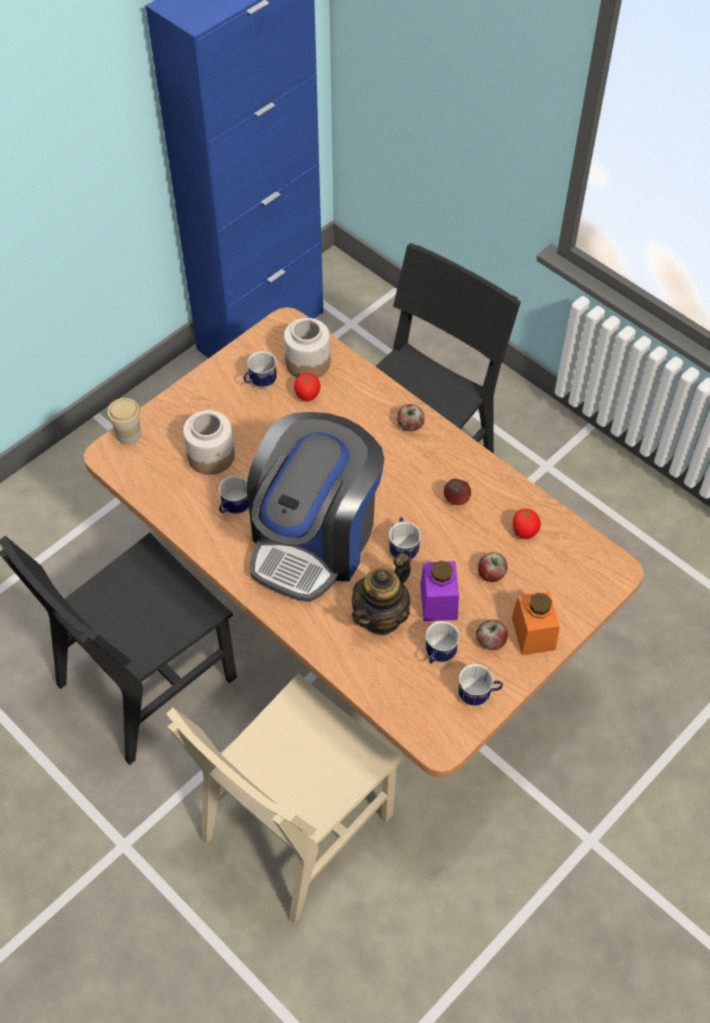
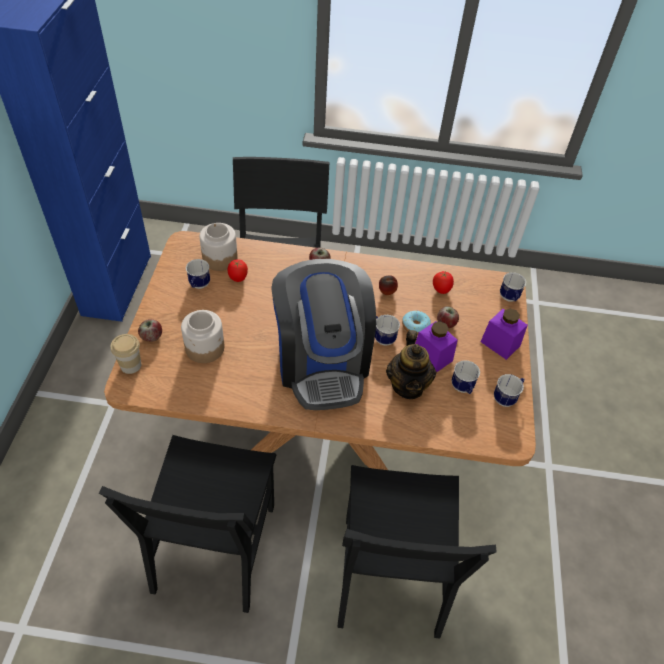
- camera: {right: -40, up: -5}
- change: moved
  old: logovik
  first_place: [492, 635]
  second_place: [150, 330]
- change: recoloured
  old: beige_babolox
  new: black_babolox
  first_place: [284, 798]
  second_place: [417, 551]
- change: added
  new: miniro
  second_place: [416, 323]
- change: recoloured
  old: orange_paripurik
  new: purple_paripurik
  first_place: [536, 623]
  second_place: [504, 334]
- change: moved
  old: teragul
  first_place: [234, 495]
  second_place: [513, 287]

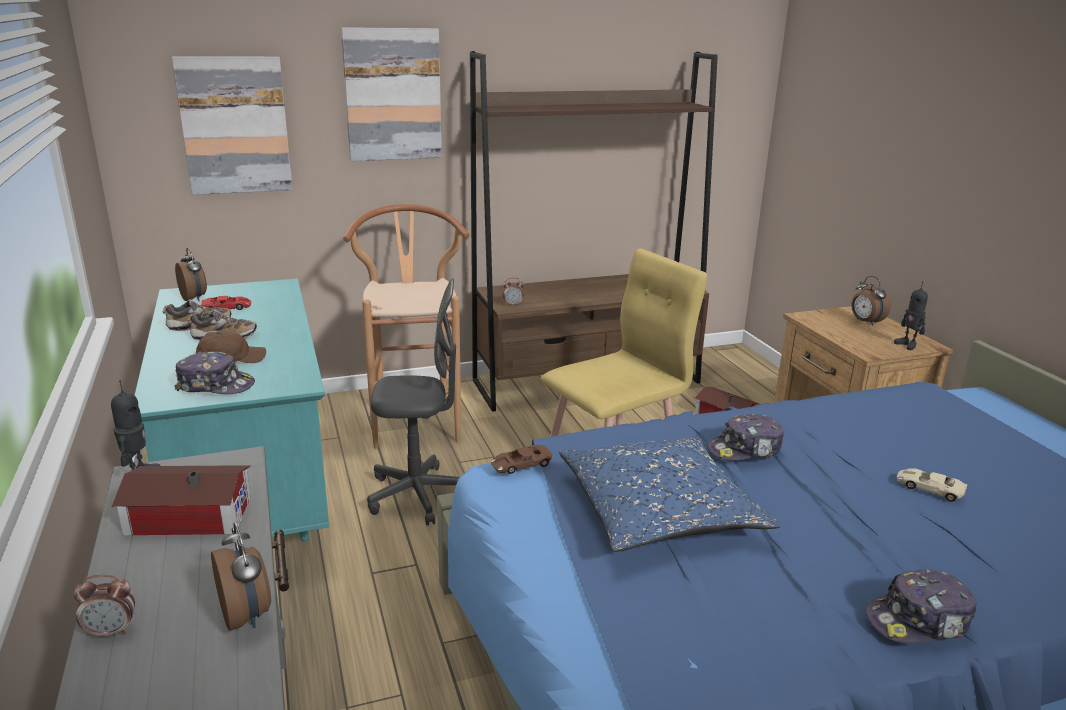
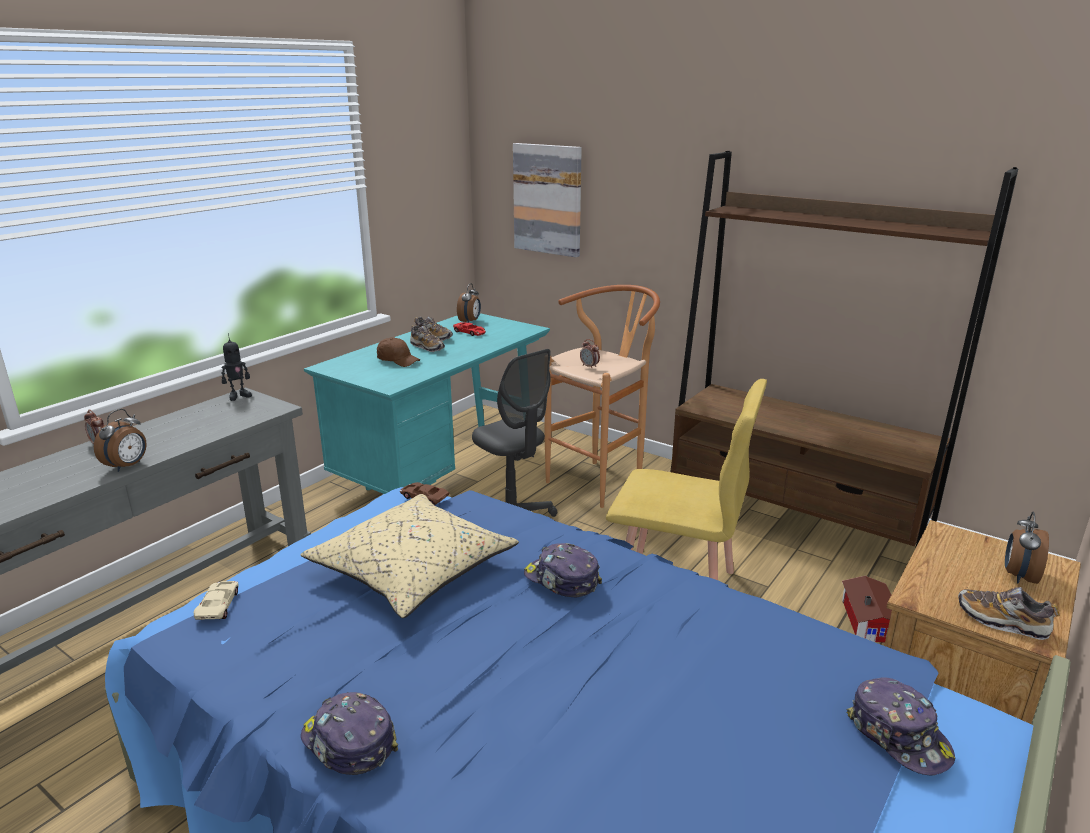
- camera: {right: 55, up: 0}
- change: moved
  old: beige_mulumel
  first_place: [932, 485]
  second_place: [216, 600]
- change: recoloured
  old: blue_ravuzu
  new: beige_ravuzu
  first_place: [670, 494]
  second_place: [409, 556]
- change: moved
  old: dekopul
  first_place: [513, 292]
  second_place: [590, 354]
- change: moved
  old: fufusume
  first_place: [214, 372]
  second_place: [900, 726]
- change: replaced
  old: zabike
  new: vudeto
  first_place: [911, 315]
  second_place: [1008, 613]
- change: removed
  old: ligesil
  first_place: [181, 500]
- change: removed
  old: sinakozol
  first_place: [391, 94]

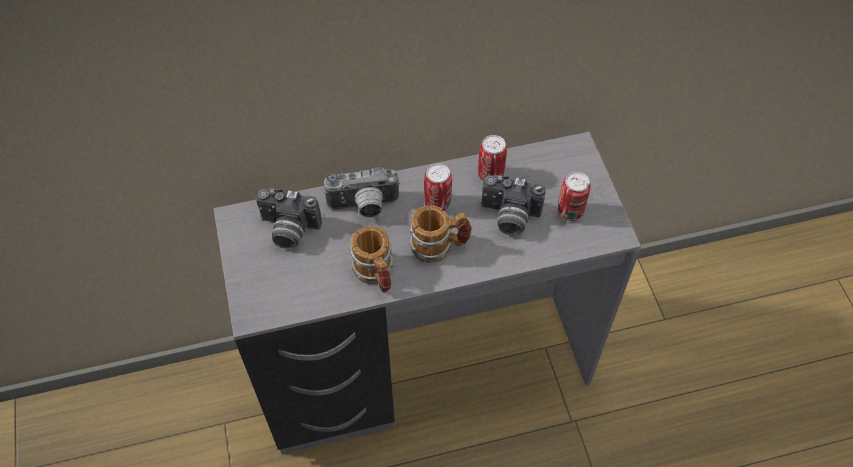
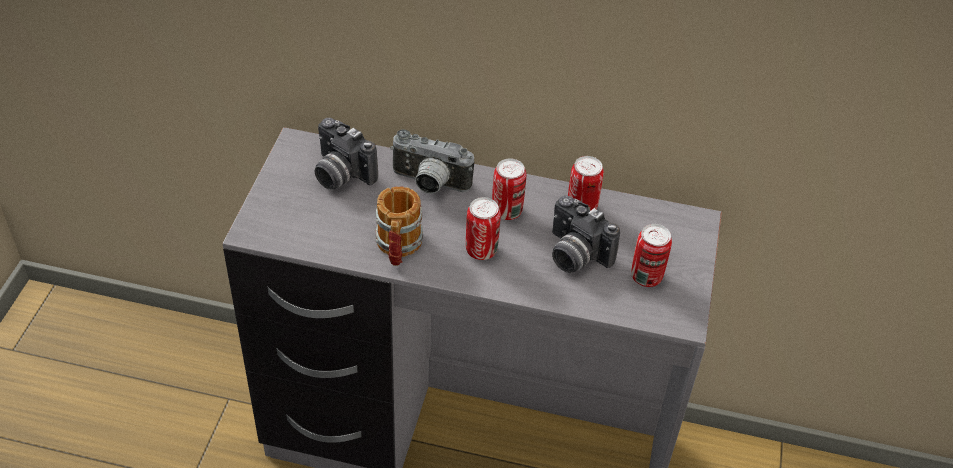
- camera: {right: 25, up: -10}
- change: replaced
  old: teragul
  new: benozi
  first_place: [440, 234]
  second_place: [483, 228]

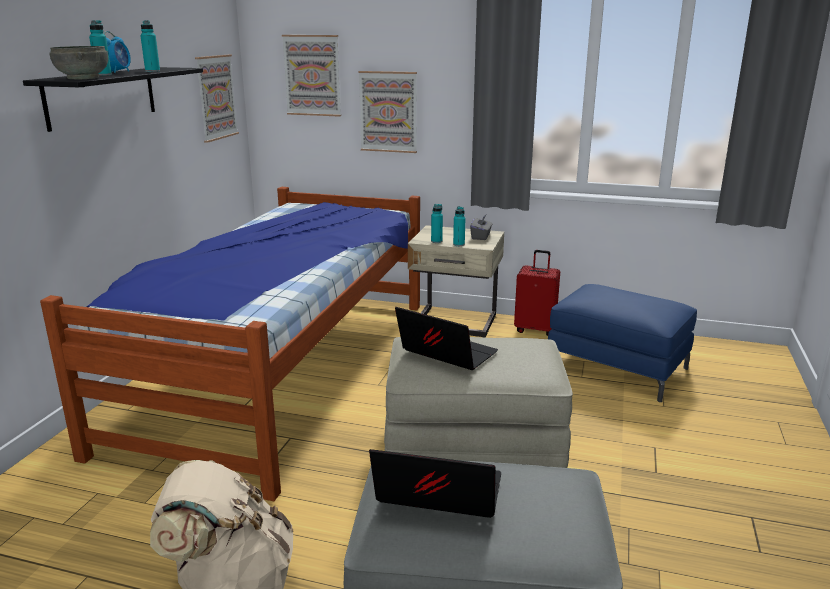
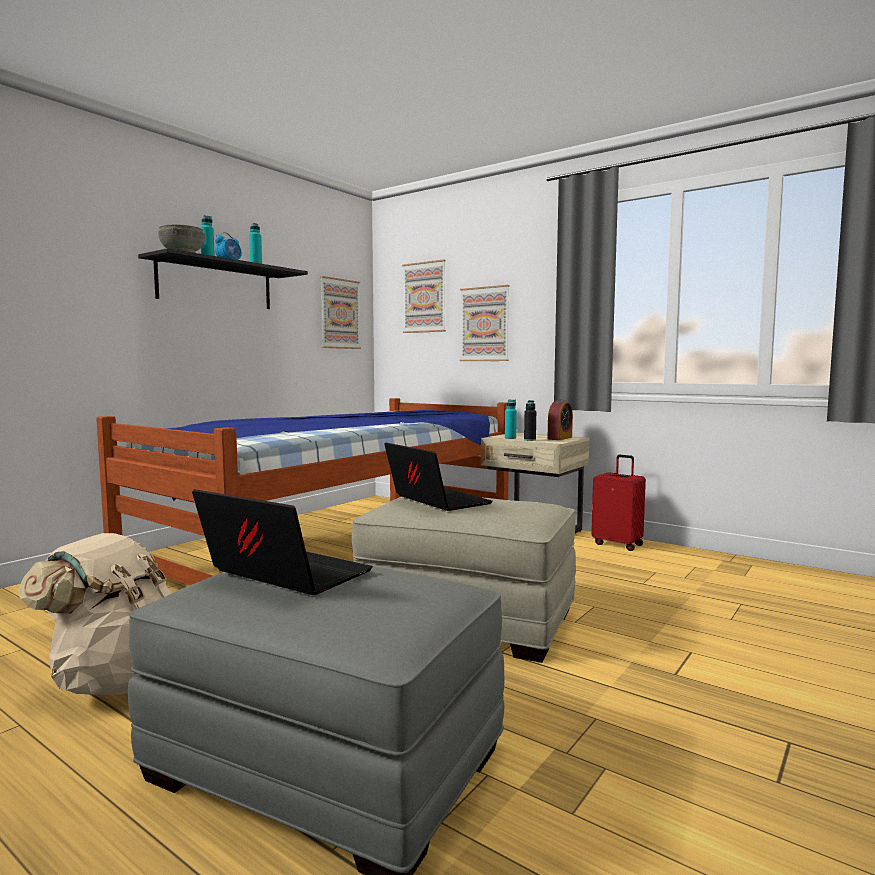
- camera: {right: 20, up: -15}
- change: recoloured
  old: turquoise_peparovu
  new: black_peparovu
  first_place: [459, 226]
  second_place: [530, 420]
- change: replaced
  old: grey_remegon
  new: dekopul
  first_place: [481, 227]
  second_place: [560, 419]
- change: removed
  old: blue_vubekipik
  first_place: [622, 343]

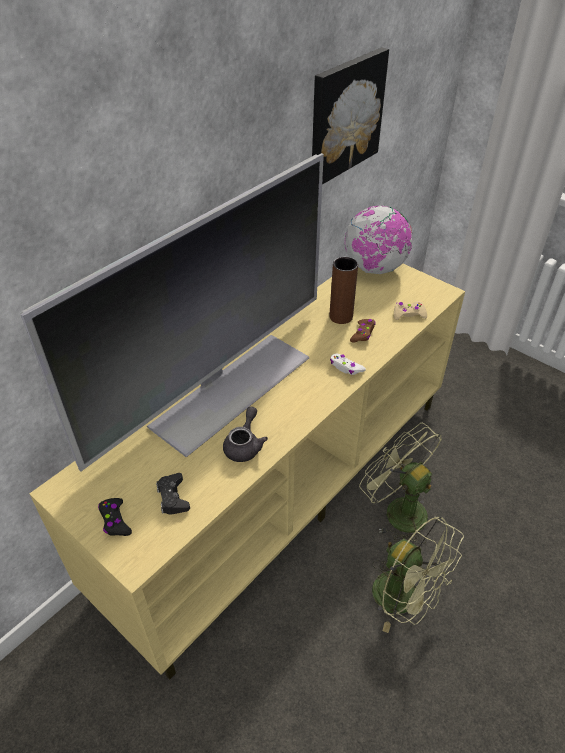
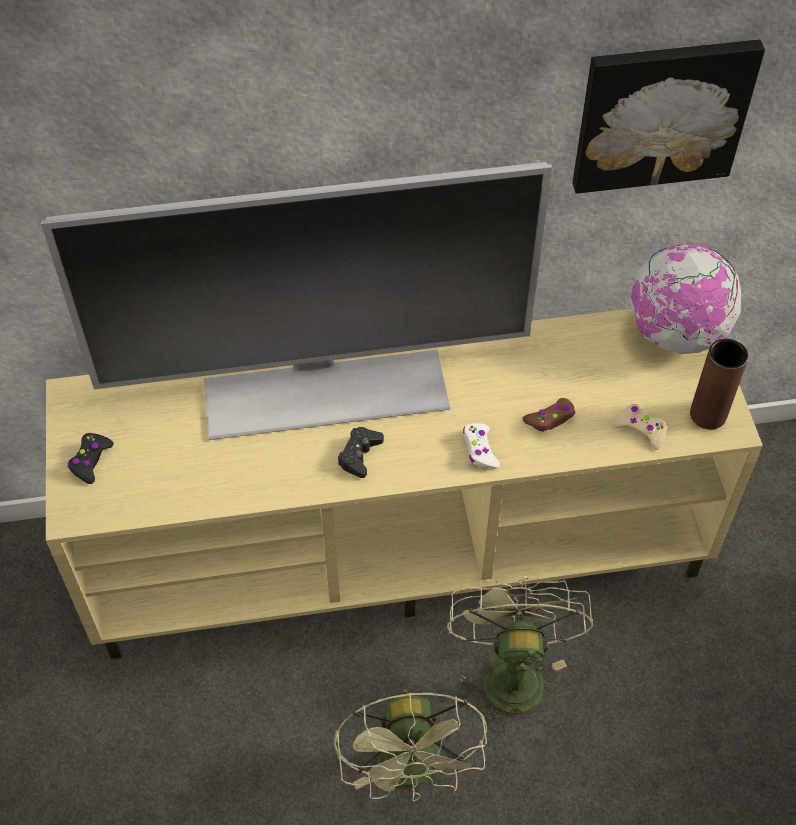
- camera: {right: 40, up: 10}
- change: moved
  old: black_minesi
  first_place: [173, 494]
  second_place: [361, 452]
- change: moved
  old: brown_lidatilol
  first_place: [344, 290]
  second_place: [719, 384]
- change: removed
  old: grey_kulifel
  first_place: [245, 434]

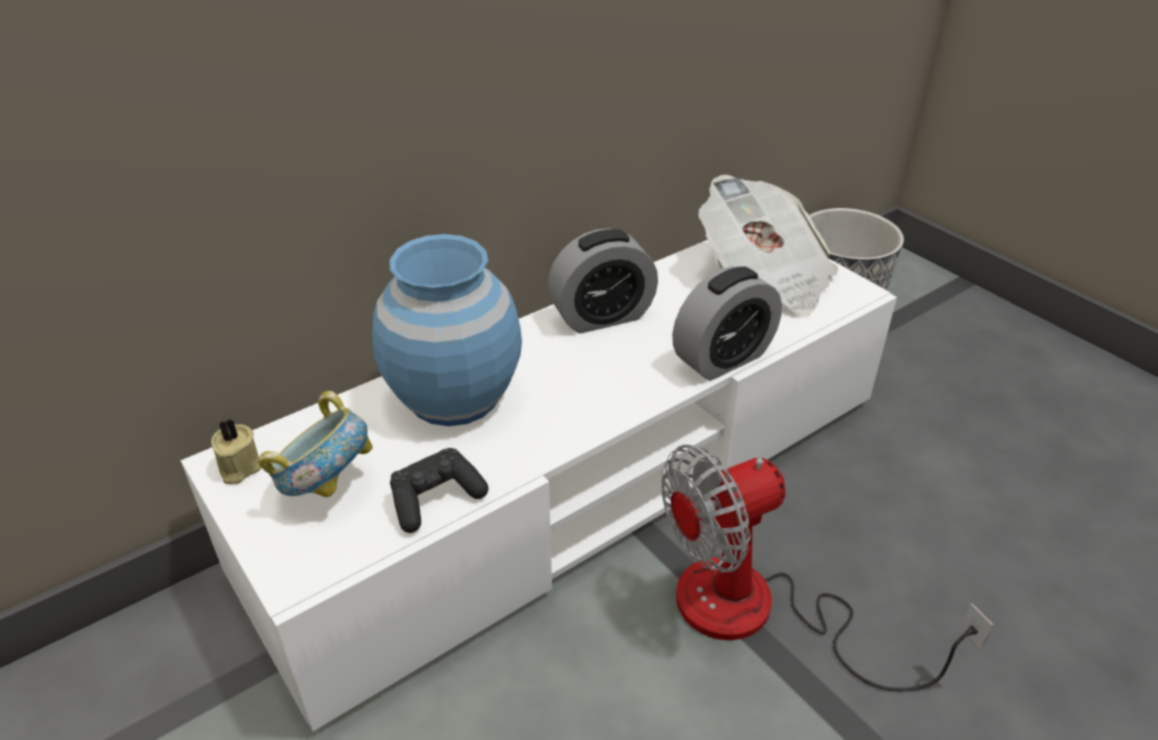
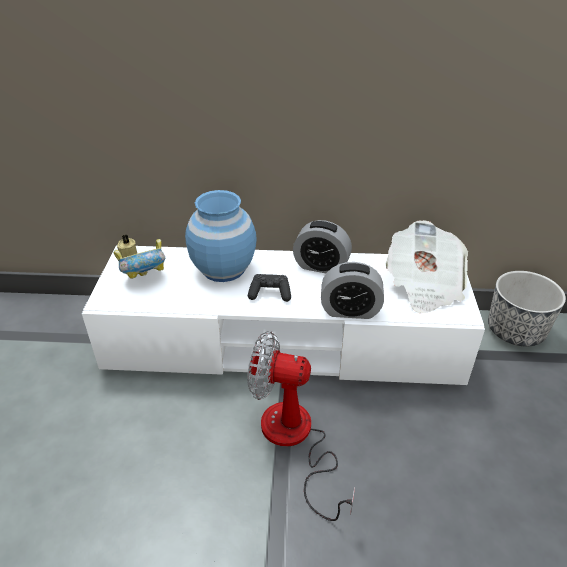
- camera: {right: 40, up: 0}
- change: moved
  old: black_minesi
  first_place: [439, 490]
  second_place: [269, 288]

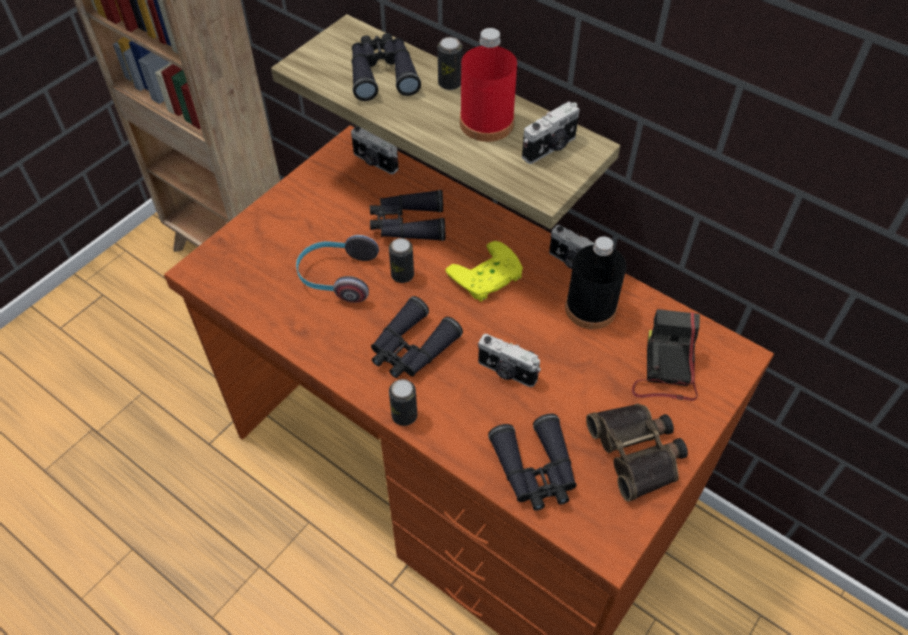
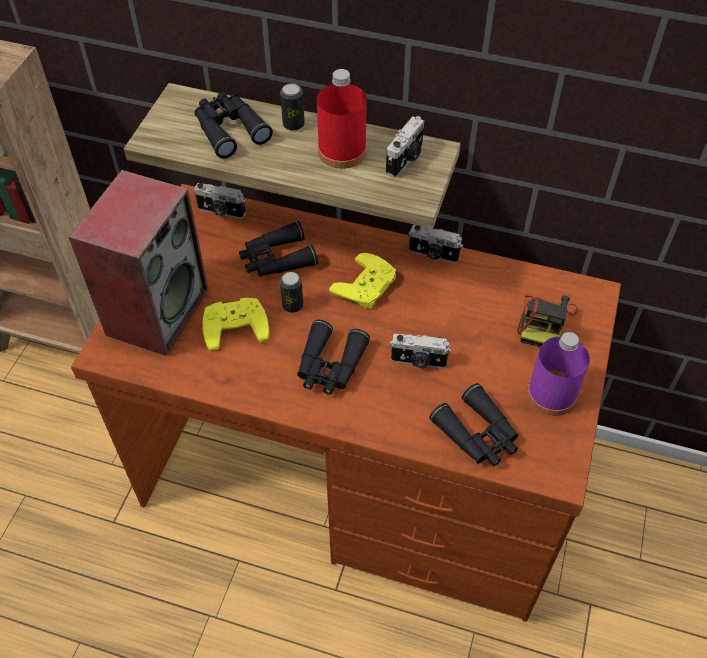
- camera: {right: -20, up: 0}
- change: added
  new: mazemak
  second_place: [139, 263]
- change: replaced
  old: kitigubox
  new: yellow_minesi
  first_place: [337, 269]
  second_place: [235, 324]
- change: turned
  old: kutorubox
  first_place: [666, 355]
  second_place: [547, 321]
  degrees: -150
- change: replaced
  old: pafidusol
  new: purple_peparovu
  first_place: [637, 452]
  second_place: [558, 374]
- change: removed
  old: benozi
  first_place: [403, 402]
- change: removed
  old: black_peparovu
  first_place: [595, 282]

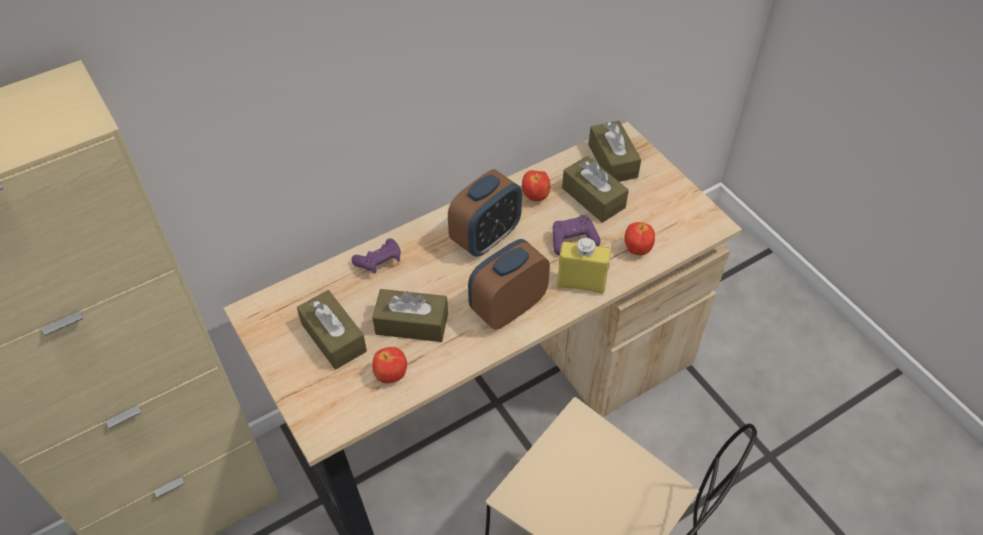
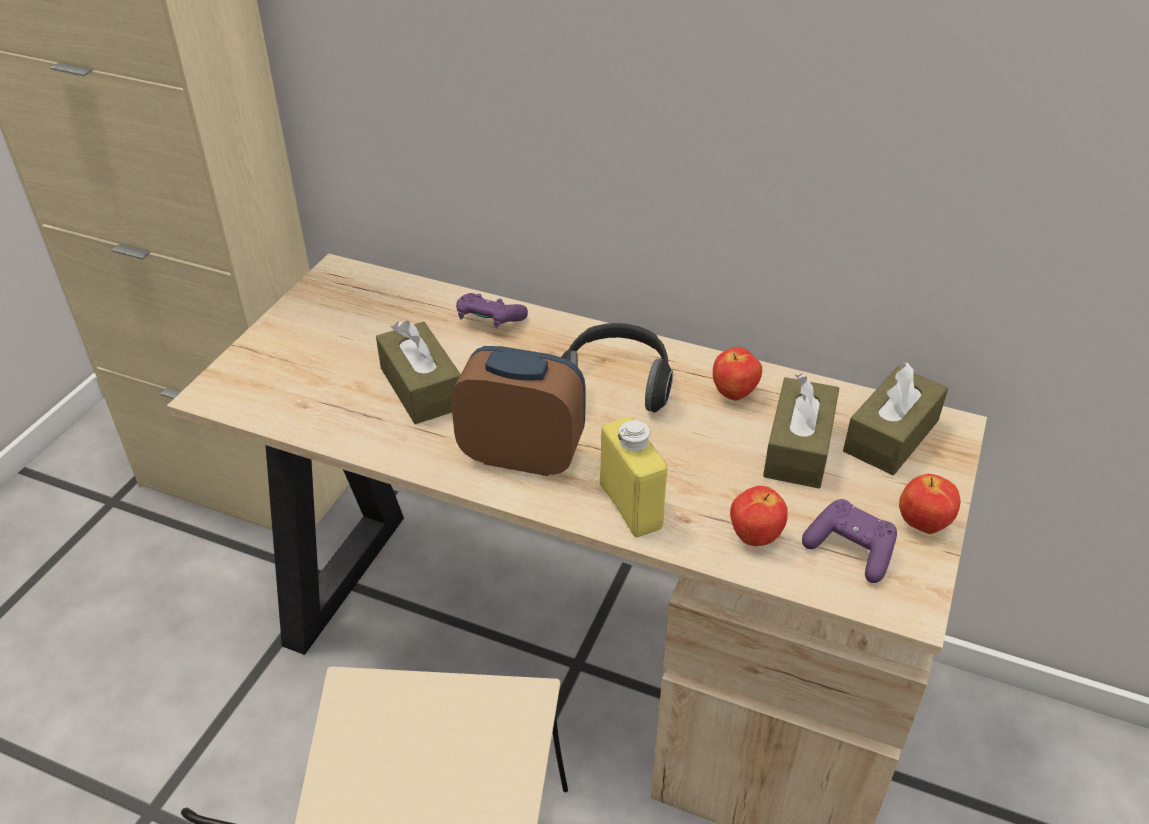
- camera: {right: 55, up: -10}
- change: replaced
  old: dekopul
  new: kitigubox
  first_place: [485, 213]
  second_place: [617, 368]
- change: moved
  old: purple_minesi
  first_place: [577, 235]
  second_place: [849, 541]
- change: moved
  old: logovik
  first_place: [389, 365]
  second_place: [930, 504]
- change: removed
  old: brown_remegon
  first_place: [332, 330]

